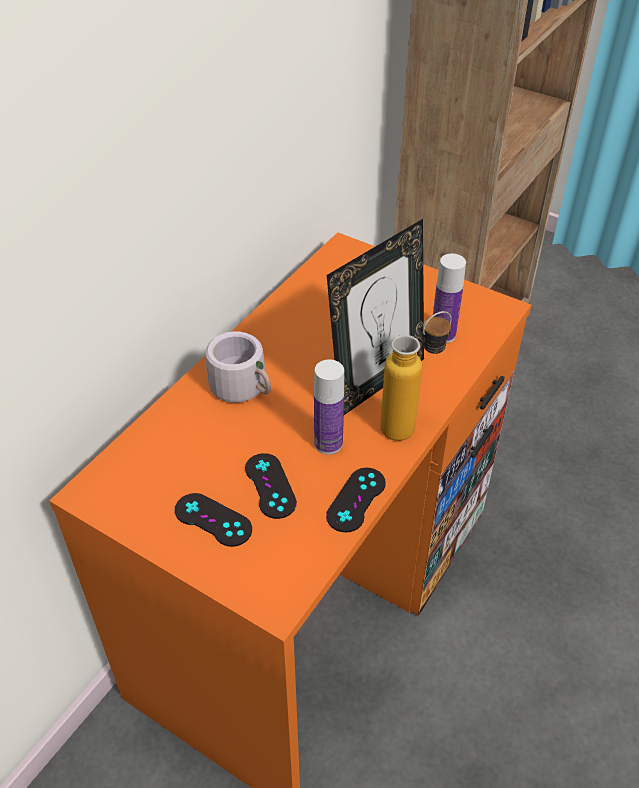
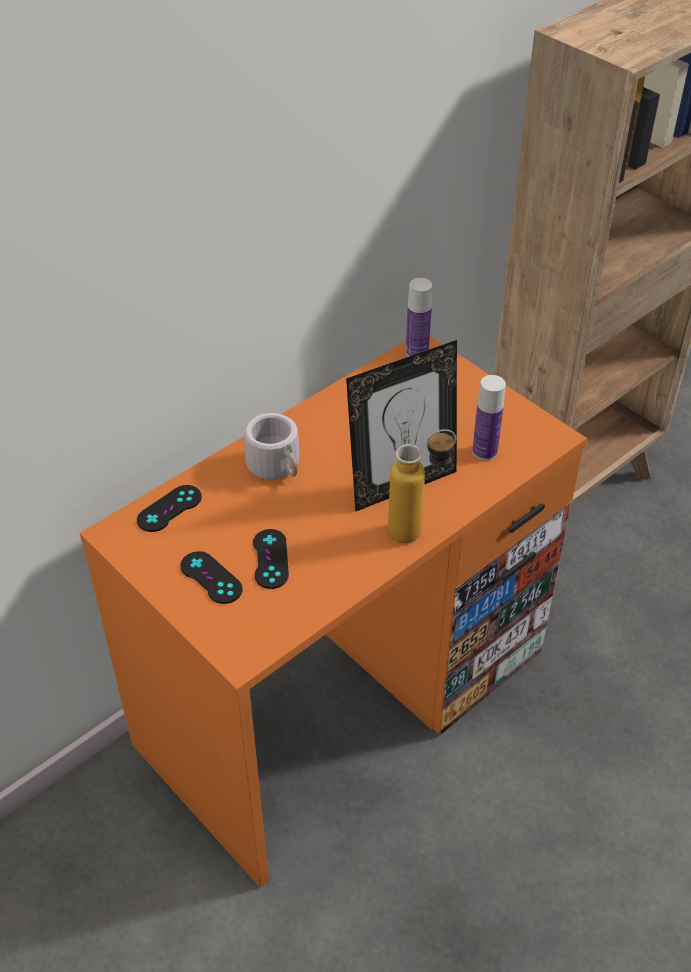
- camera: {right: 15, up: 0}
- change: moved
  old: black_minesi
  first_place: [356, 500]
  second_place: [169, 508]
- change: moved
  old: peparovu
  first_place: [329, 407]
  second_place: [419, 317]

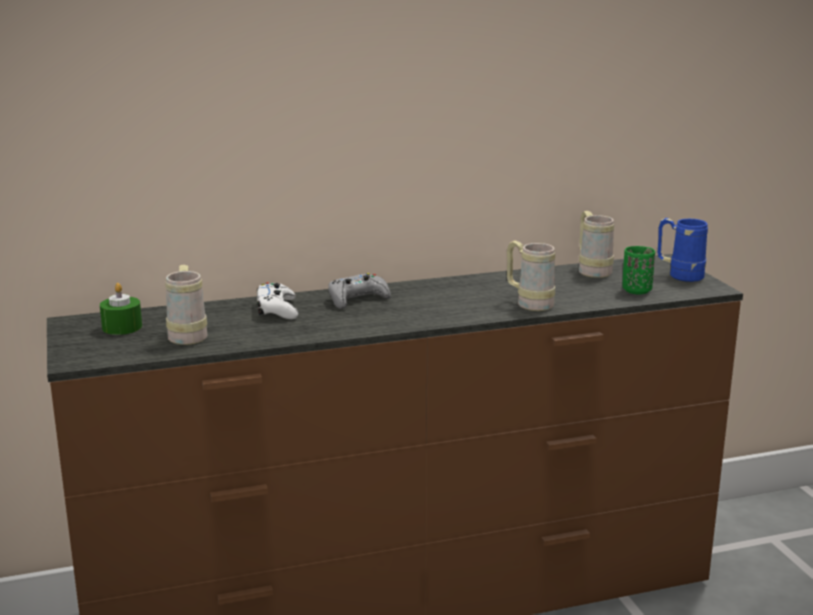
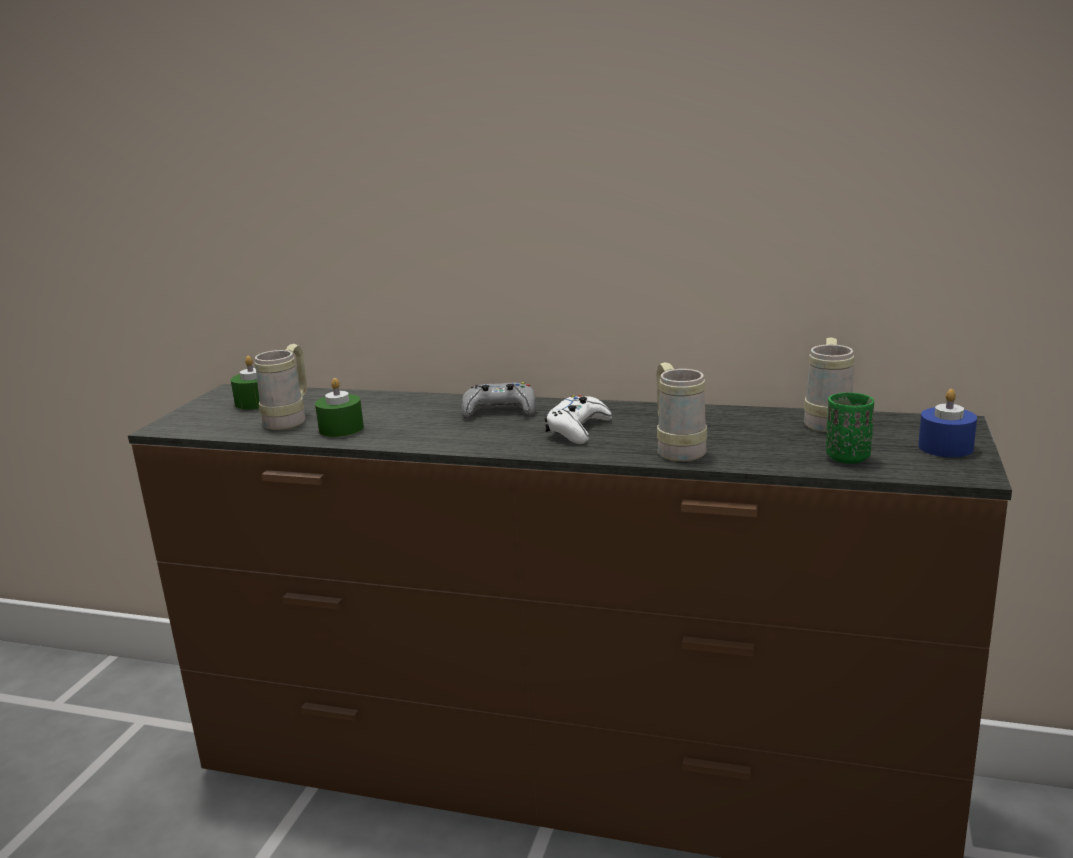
- camera: {right: 35, up: 0}
- change: added
  new: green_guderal
  second_place: [339, 407]
- change: moved
  old: white_minesi
  first_place: [277, 300]
  second_place: [578, 419]
- change: replaced
  old: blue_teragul
  new: blue_guderal
  first_place: [682, 250]
  second_place: [947, 423]

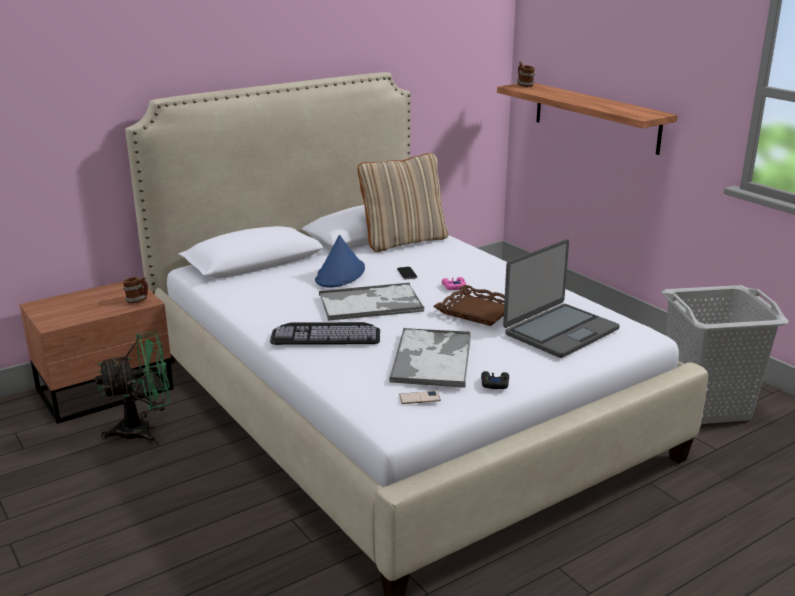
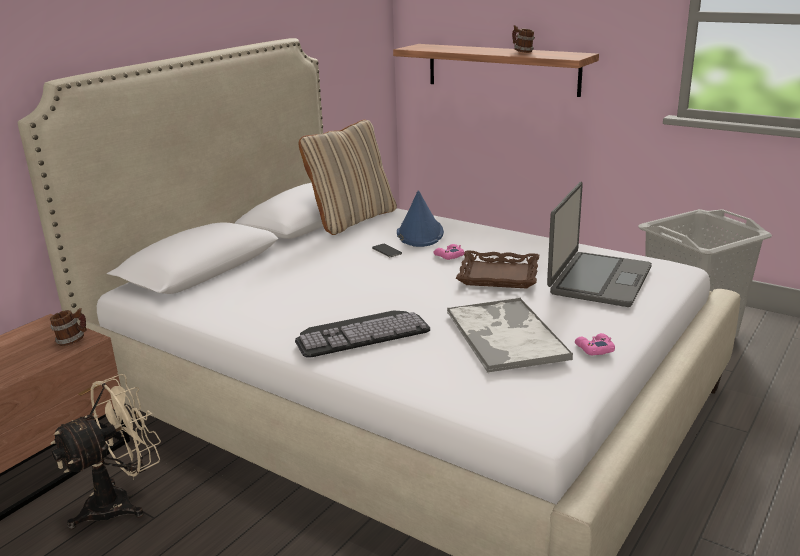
- camera: {right: -20, up: 0}
- change: recoloured
  old: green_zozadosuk
  new: beige_zozadosuk
  first_place: [132, 387]
  second_place: [105, 452]
- change: moved
  old: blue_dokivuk
  first_place: [340, 261]
  second_place: [420, 219]
- change: moved
  old: teragul
  first_place: [526, 74]
  second_place: [523, 39]
- change: recoloured
  old: black_minesi
  new: pink_minesi
  first_place: [495, 380]
  second_place: [595, 344]
- change: removed
  old: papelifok
  first_place: [371, 302]
- change: removed
  old: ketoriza
  first_place: [420, 397]

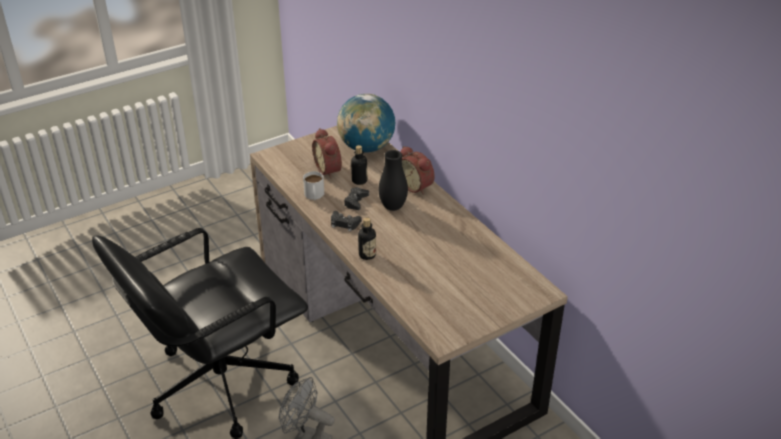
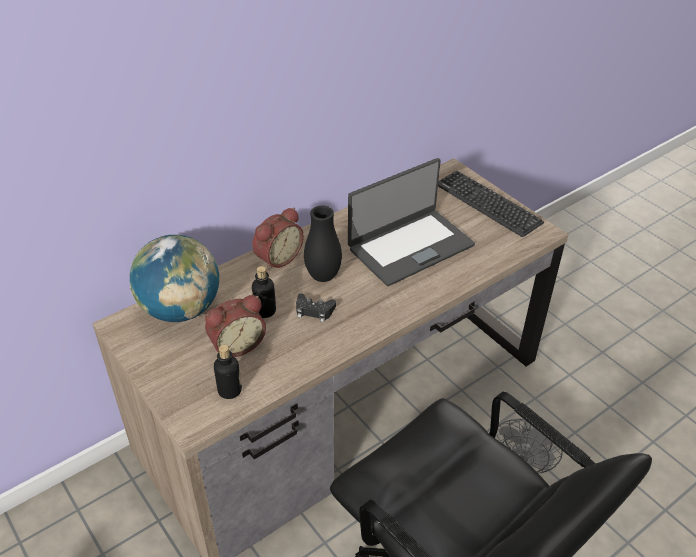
- camera: {right: -95, up: 5}
- change: moved
  old: peparovu
  first_place: [367, 238]
  second_place: [228, 372]
- change: added
  new: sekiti
  second_place: [411, 222]
- change: added
  new: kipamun
  second_place: [491, 204]
- change: removed
  old: white_teragul
  first_place: [313, 185]
- change: removed
  old: black_minesi
  first_place: [346, 221]

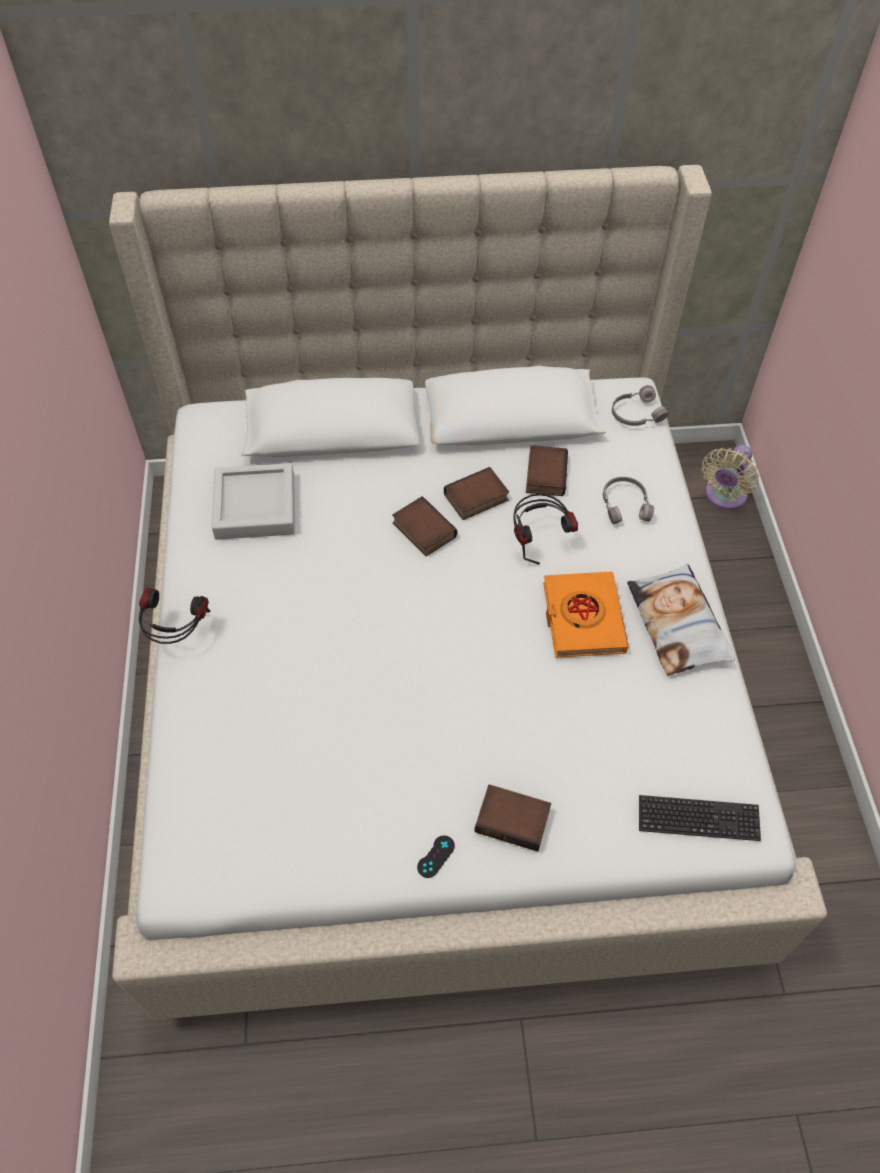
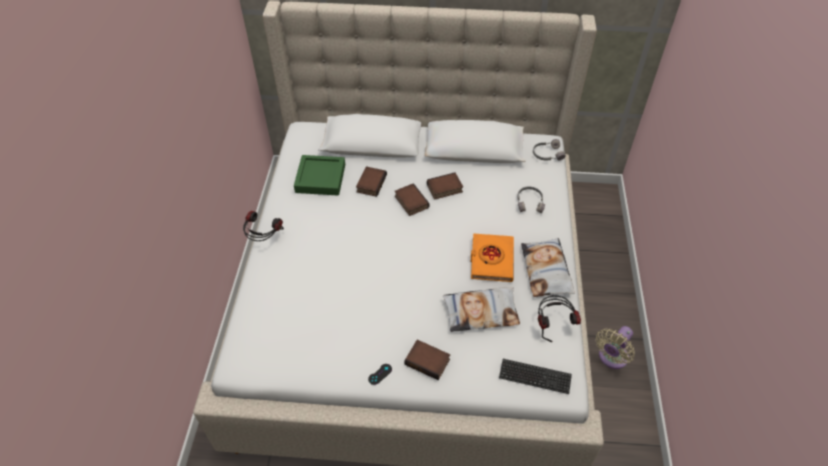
- camera: {right: 10, up: -5}
- change: recoloured
  old: grey_papelifok
  new: green_papelifok
  first_place: [253, 501]
  second_place: [319, 175]
- change: moved
  old: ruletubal
  first_place: [547, 470]
  second_place: [371, 181]
- change: added
  new: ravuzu
  second_place: [481, 309]
- change: moved
  old: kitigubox
  first_place: [545, 529]
  second_place: [559, 318]
- change: moved
  old: beige_zozadosuk
  first_place: [730, 477]
  second_place: [615, 347]

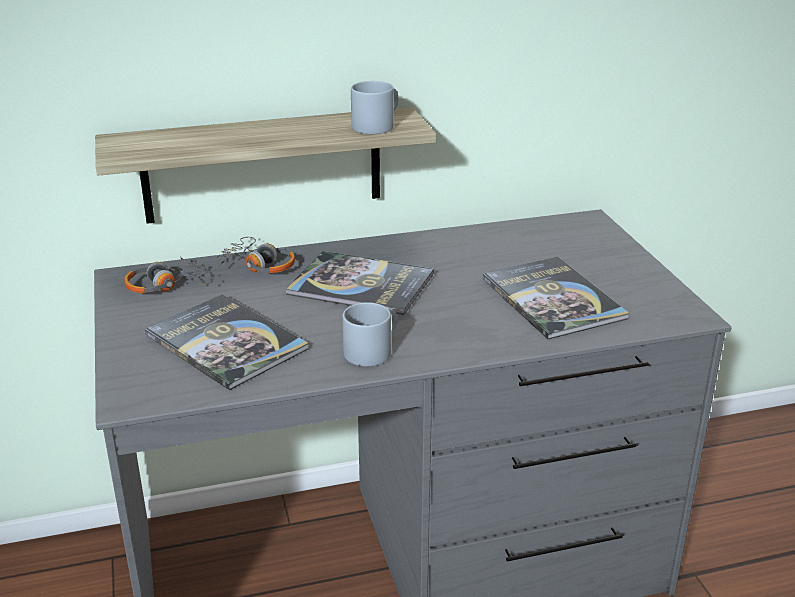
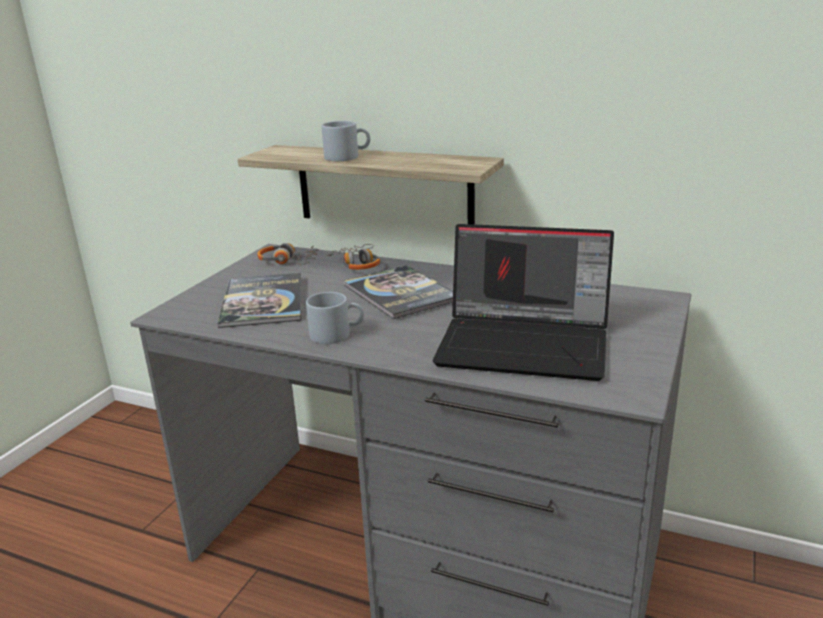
- camera: {right: 40, up: -5}
- change: moved
  old: grey_teragul
  first_place: [374, 107]
  second_place: [345, 141]
- change: replaced
  old: ruletubal
  new: sekiti
  first_place: [555, 298]
  second_place: [523, 302]

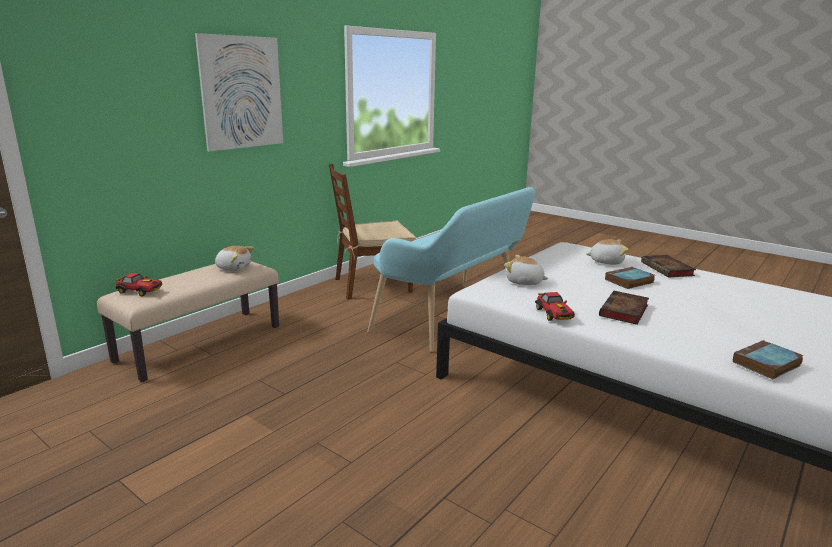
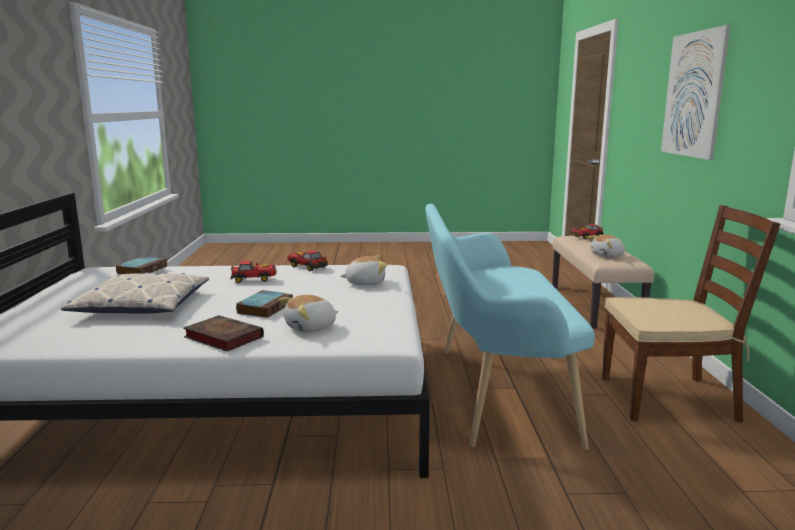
- camera: {right: 140, up: -5}
- change: added
  new: ravuzu
  second_place: [135, 293]
- change: replaced
  old: ruletubal
  new: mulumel
  first_place: [624, 308]
  second_place: [254, 272]
- change: turned
  old: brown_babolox
  first_place: [372, 232]
  second_place: [691, 314]
  degrees: 60

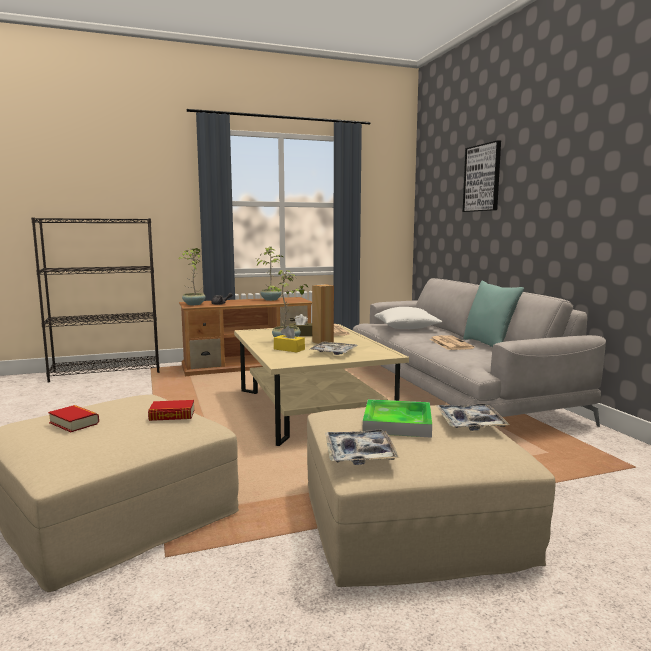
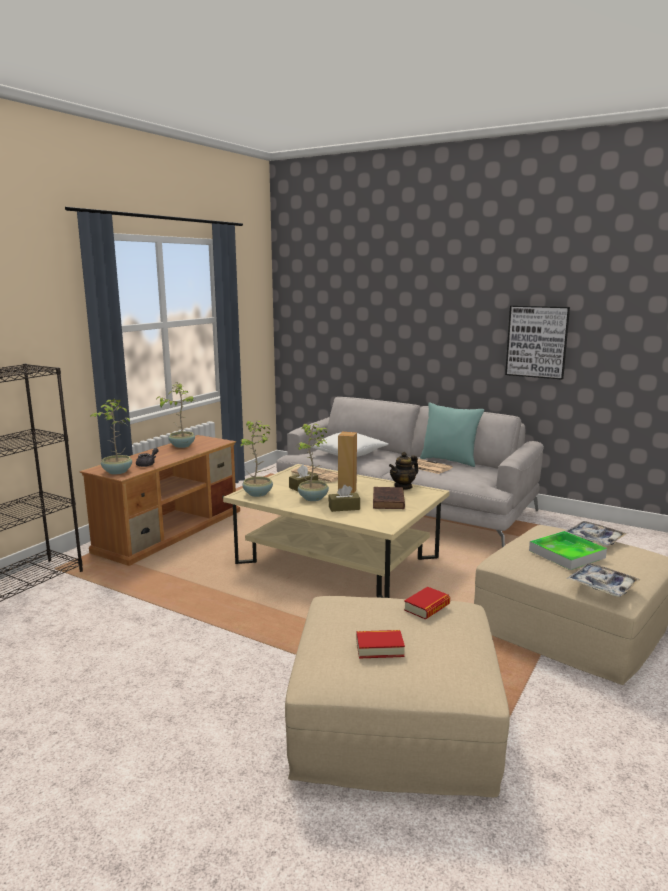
- camera: {right: -40, up: 5}
- change: added
  new: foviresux
  second_place: [256, 459]
- change: recoloured
  old: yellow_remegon
  new: brown_remegon
  first_place: [289, 339]
  second_place: [344, 498]
- change: replaced
  old: papelifok
  new: brown_ruletubal
  first_place: [333, 348]
  second_place: [389, 498]
- change: added
  new: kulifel
  second_place: [403, 471]
- change: moved
  old: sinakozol
  first_place: [482, 176]
  second_place: [537, 342]

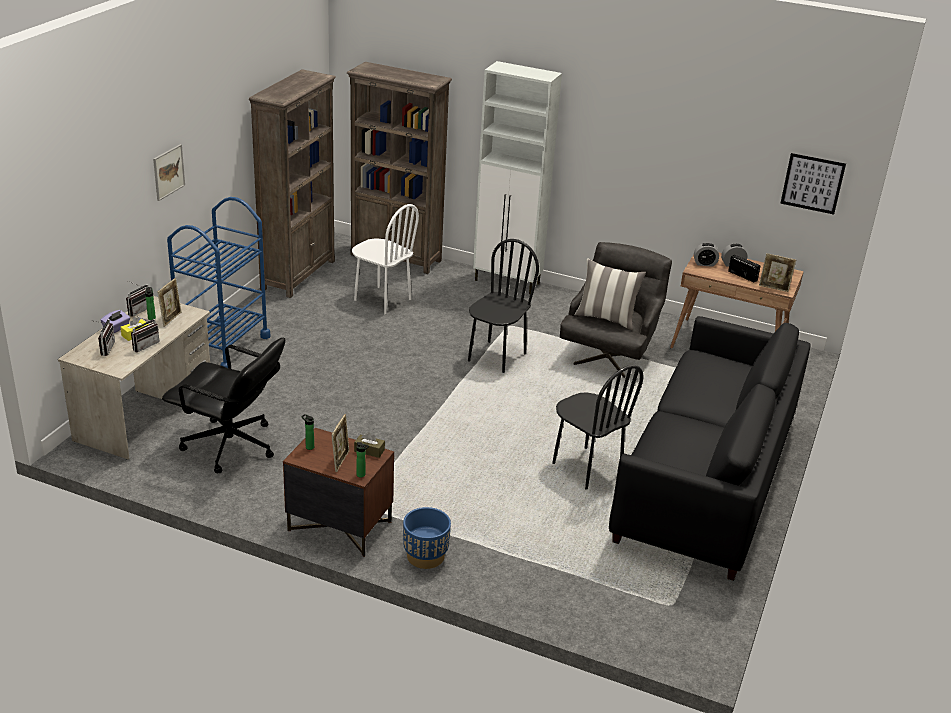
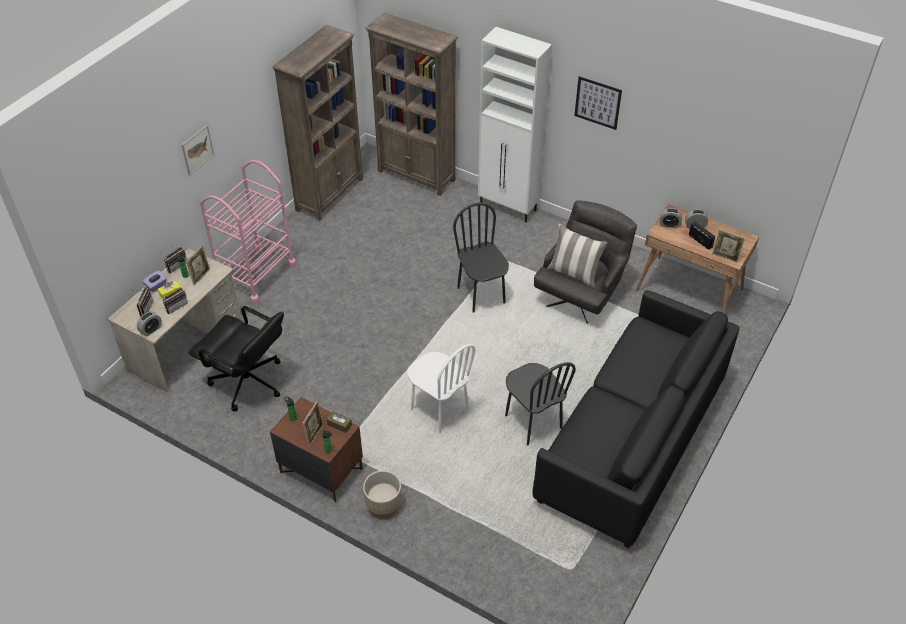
- camera: {right: 10, up: 15}
- change: added
  new: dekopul
  second_place: [149, 324]
- change: recoloured
  old: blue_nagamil
  new: pink_nagamil
  first_place: [218, 282]
  second_place: [248, 232]
- change: recoloured
  old: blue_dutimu
  new: beige_dutimu
  first_place: [427, 538]
  second_place: [382, 494]
- change: moved
  old: white_babolox
  first_place: [385, 259]
  second_place: [441, 388]
- change: turned
  old: black_babolox
  first_place: [503, 306]
  second_place: [481, 257]
  degrees: -60
- change: moved
  old: sinakozol
  first_place: [813, 184]
  second_place: [598, 103]

